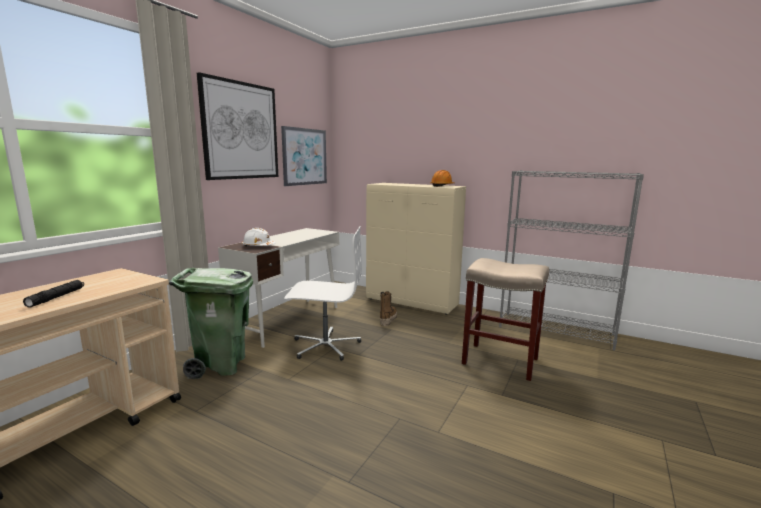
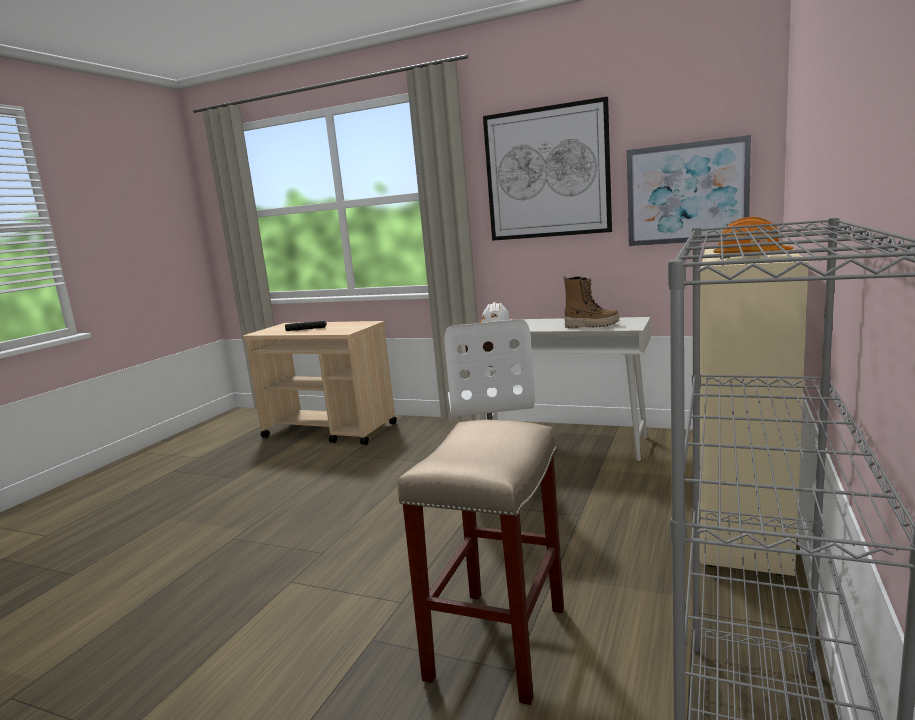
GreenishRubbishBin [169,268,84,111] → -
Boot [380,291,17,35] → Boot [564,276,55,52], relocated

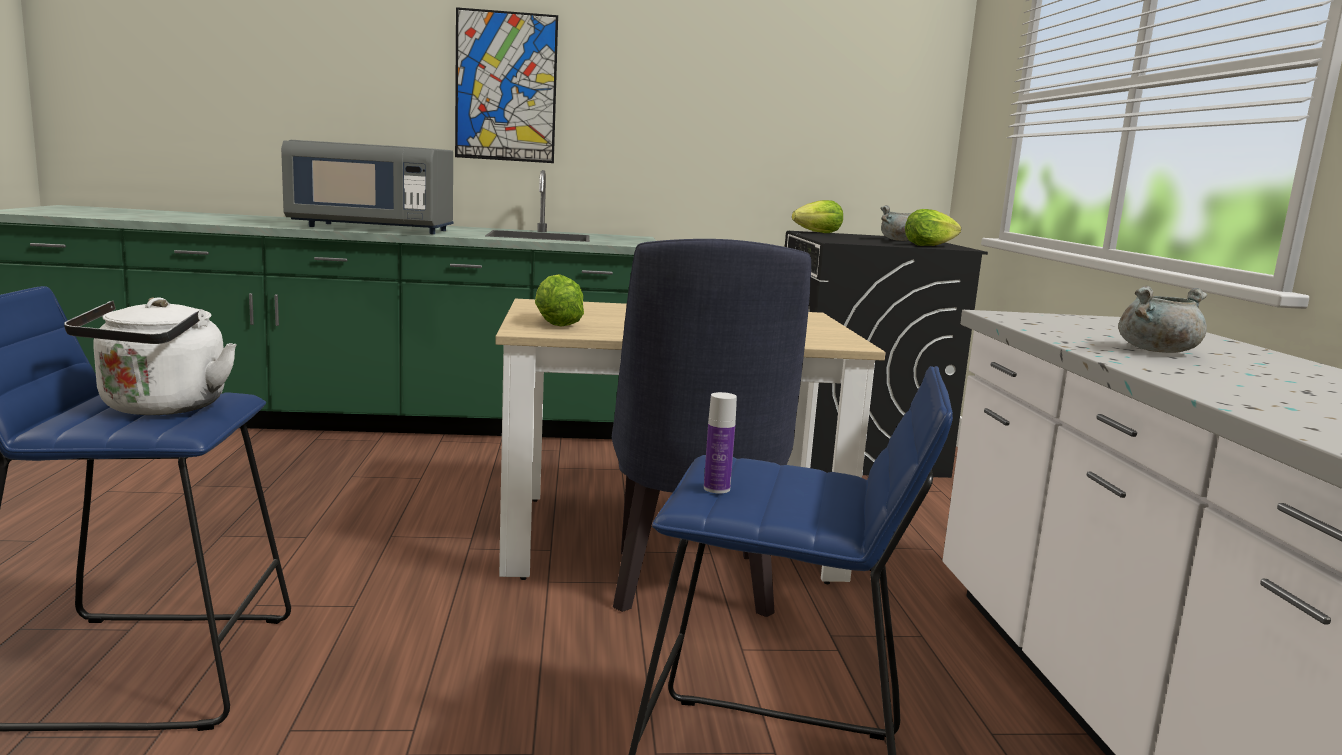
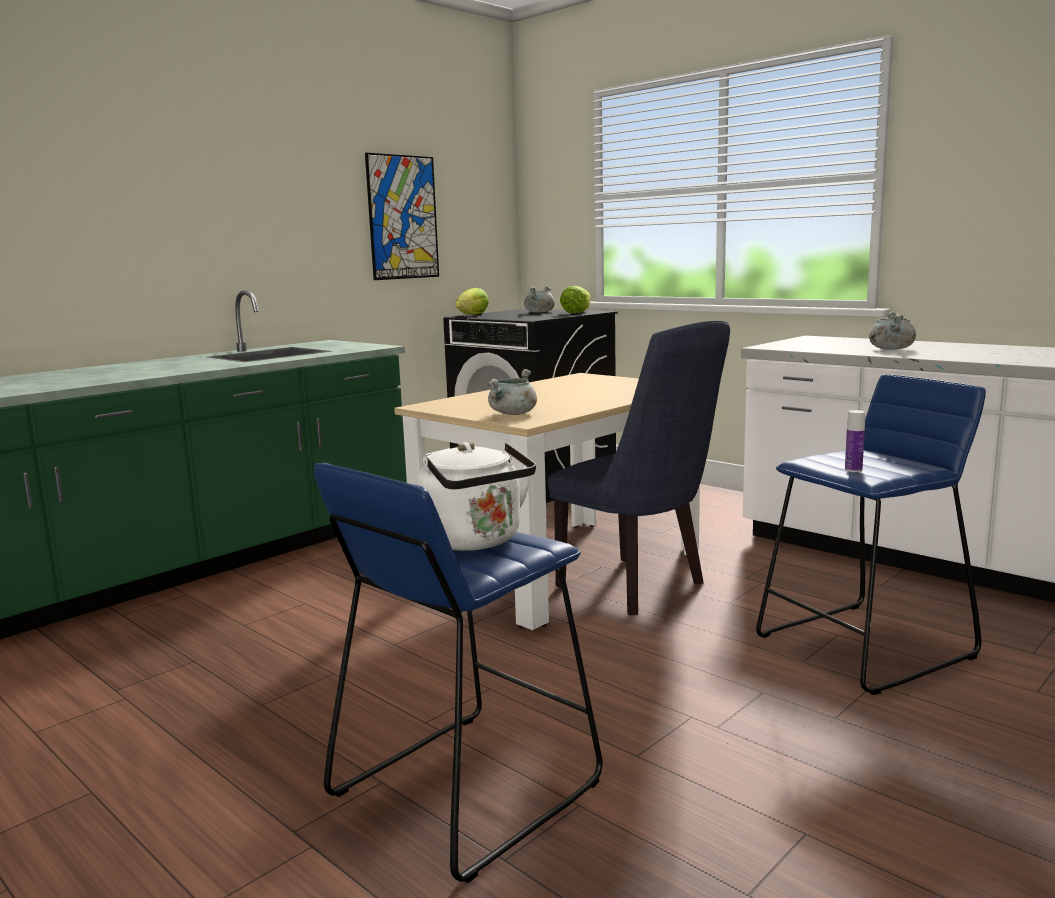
Picture [455,7,103,156] → Picture [365,153,74,127], relocated
GrayKitchenMicrowave [281,140,173,94] → -
Lettuce [535,274,49,53] → GrayStockpot [486,369,51,46]

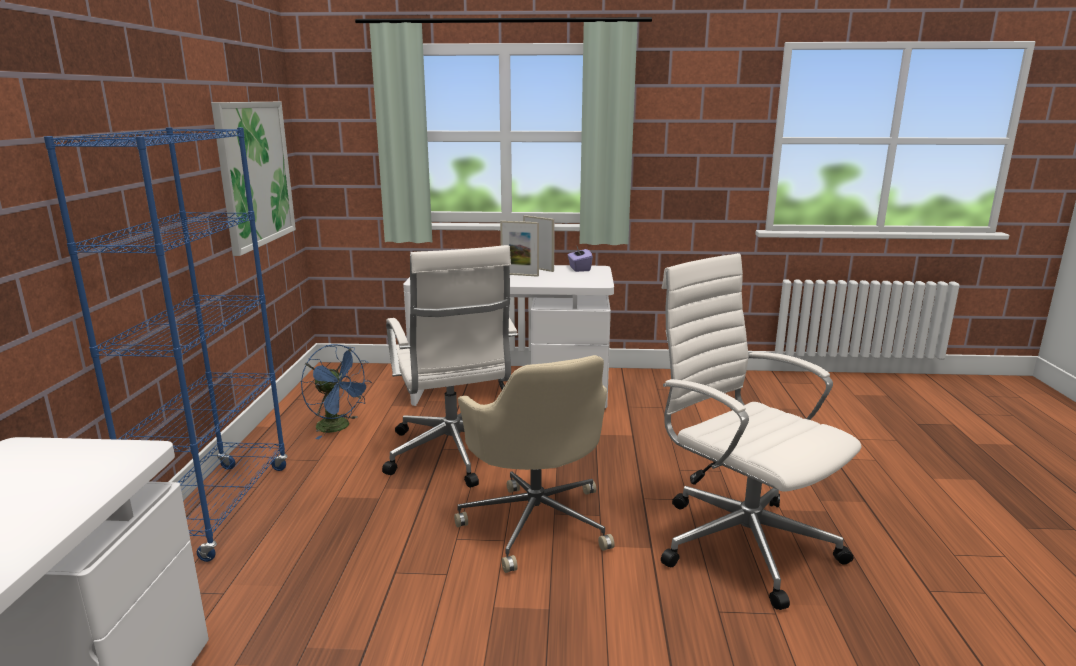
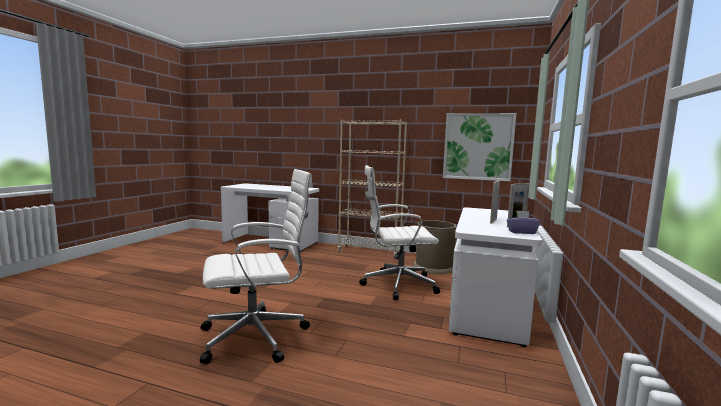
BlueBookcase [44,127,244,435] → BeigeColouredBookcase [338,120,69,139]
BlueElectricFan [301,344,71,95] → BrownishRubbishBin [413,220,43,54]
BeigeColouredComputerChair [454,355,161,218] → -

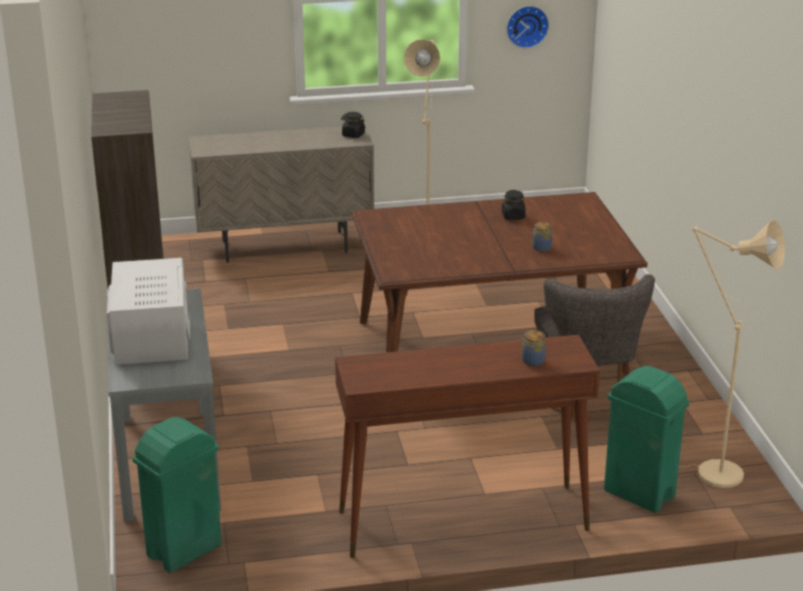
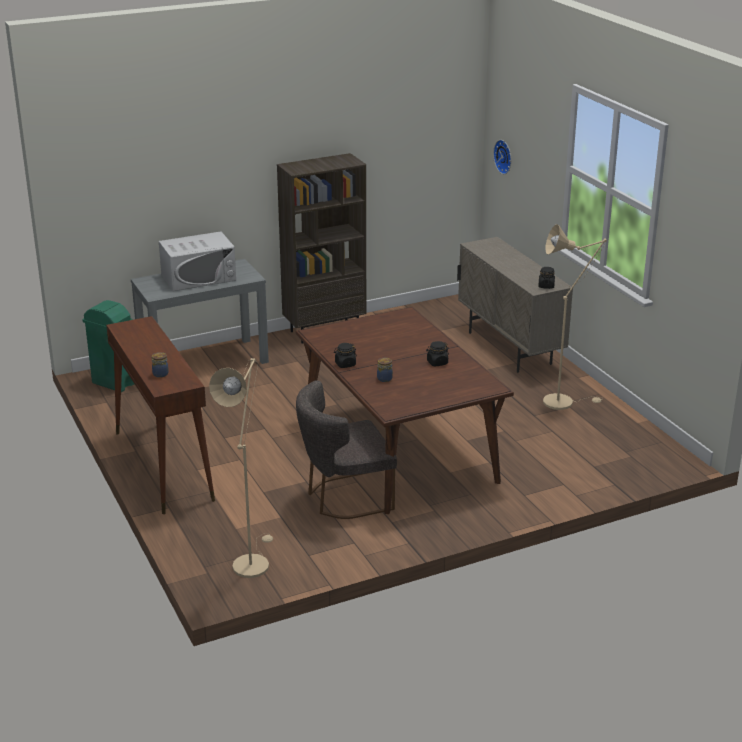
HangingClock [506,6,43,42] → HangingClock [493,140,18,34], relocated
GreenishRubbishBin [604,366,85,147] → -
- → BlackColouredJar [334,343,23,25]

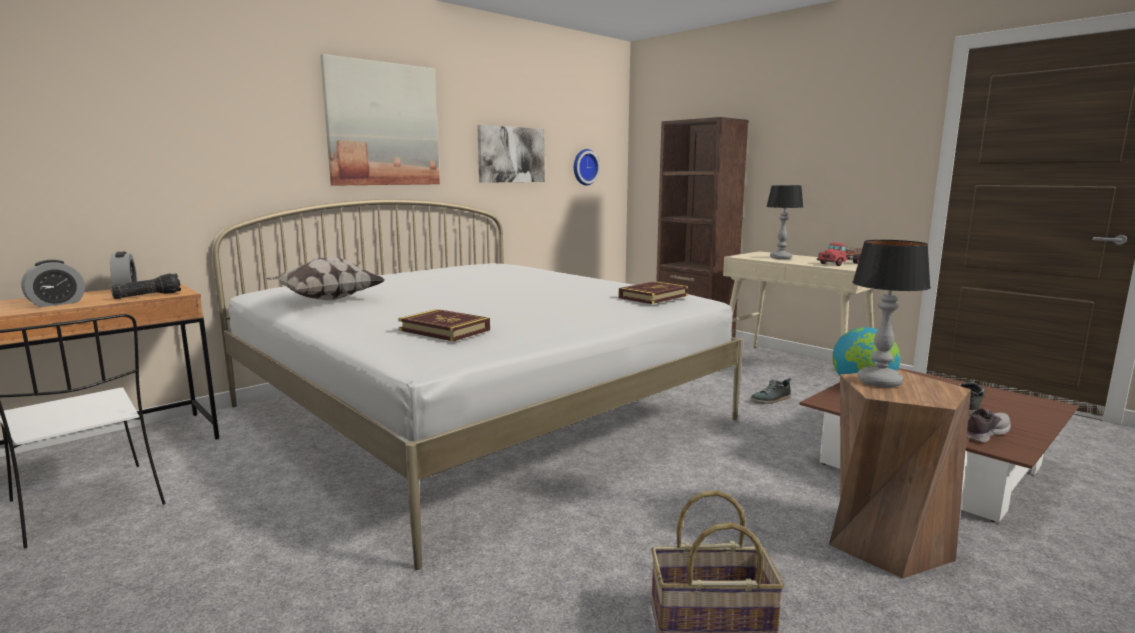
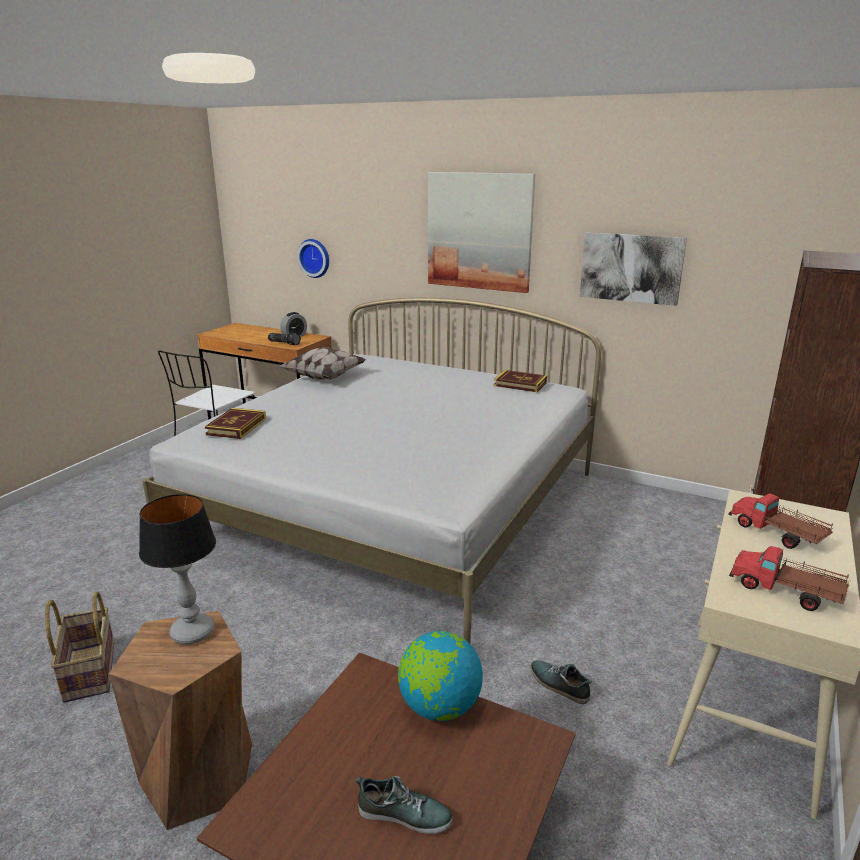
HangingClock [574,149,26,36] → HangingClock [297,239,32,39], relocated
LampForATable [766,185,37,74] → ModelTruck [728,493,105,56]
BedsideClock [21,260,64,47] → -
BoundBook [619,281,69,23] → BoundBook [494,370,53,22], relocated
ItemOfFootwear [967,408,44,35] → -

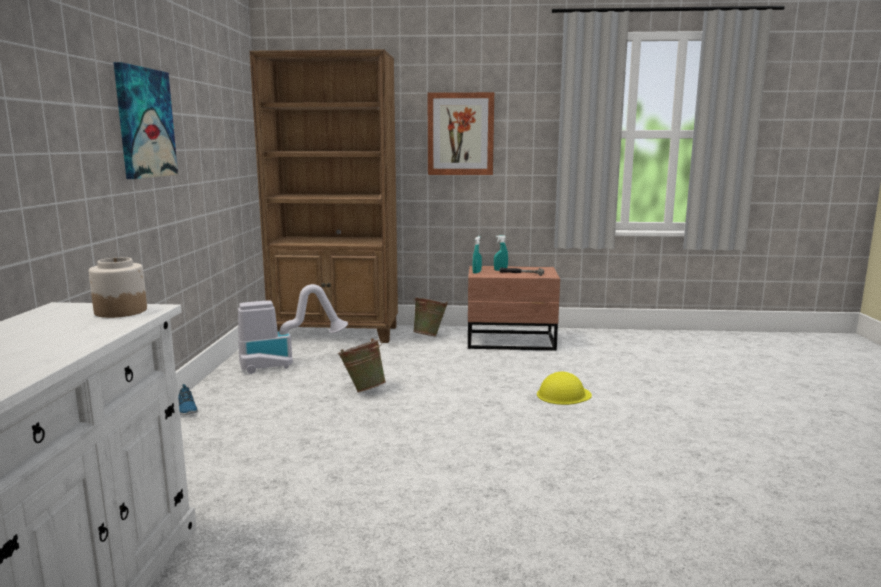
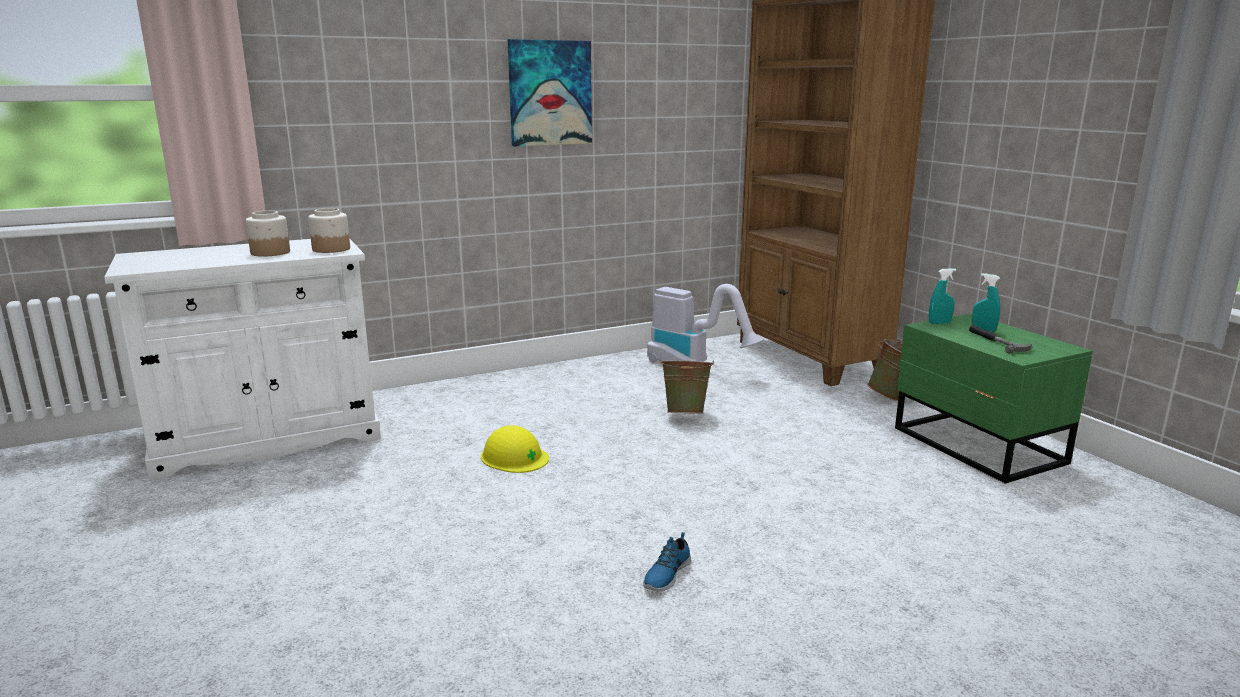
Picture [428,92,66,83] → -
BrownishNightTable [468,266,92,85] → GreenishNightTable [895,314,198,170]
YellowColouredSafetyHelmet [537,372,55,33] → YellowColouredSafetyHelmet [481,425,68,48], relocated
ItemOfFootwear [178,384,20,31] → ItemOfFootwear [643,532,48,59], relocated
- → Jar [246,211,44,46]

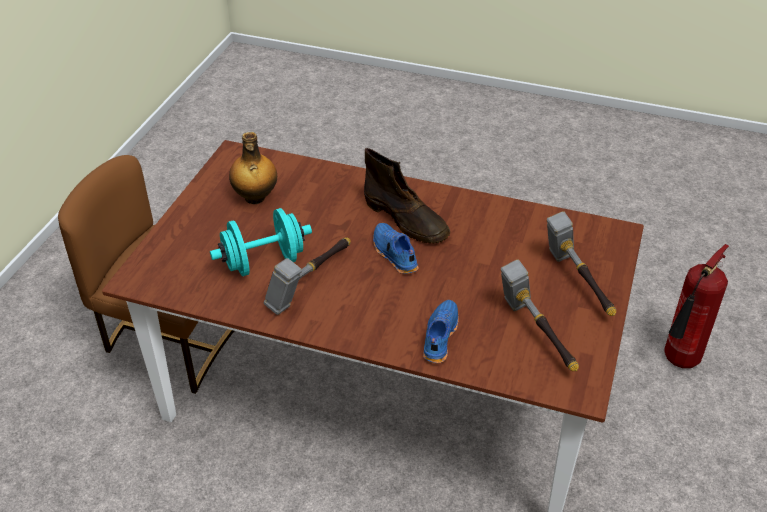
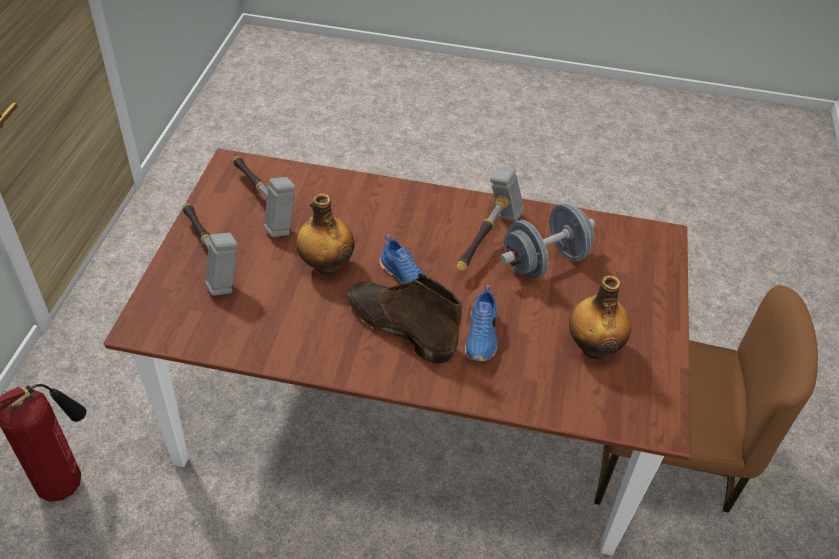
TurquoiseColouredDumbbell [210,208,102,68] → GrayDumbbell [500,203,95,76]
BlueItemOfFootwear [423,300,36,63] → BlueItemOfFootwear [465,285,33,76], relocated
- → BeverageBottle [296,194,58,81]

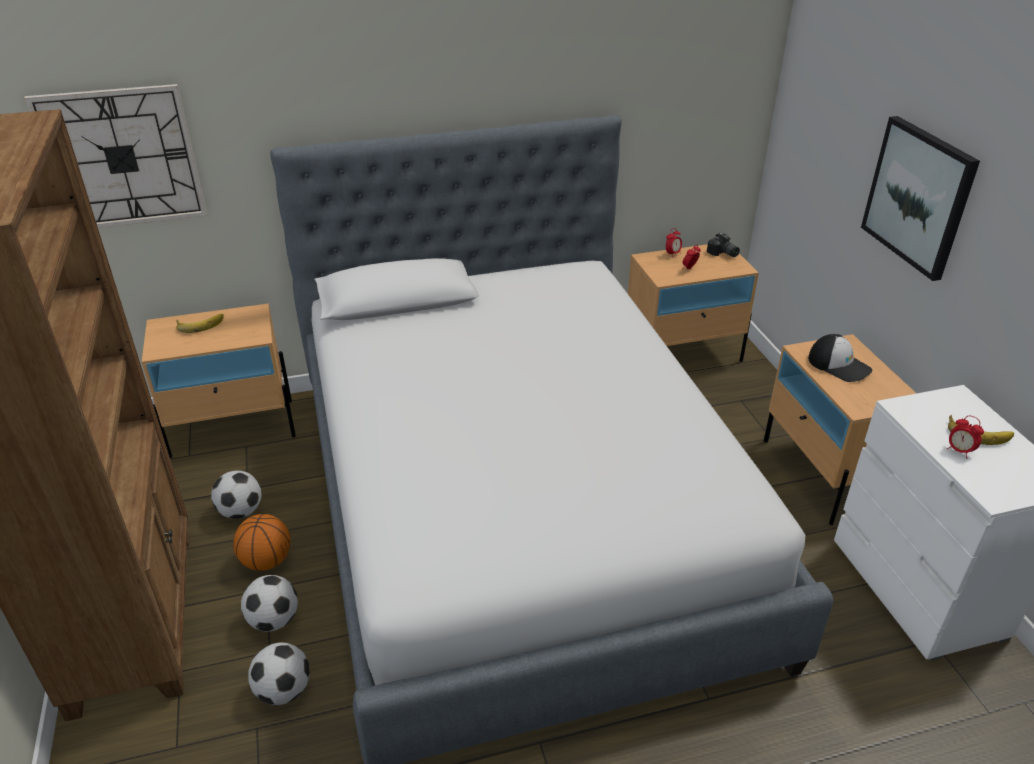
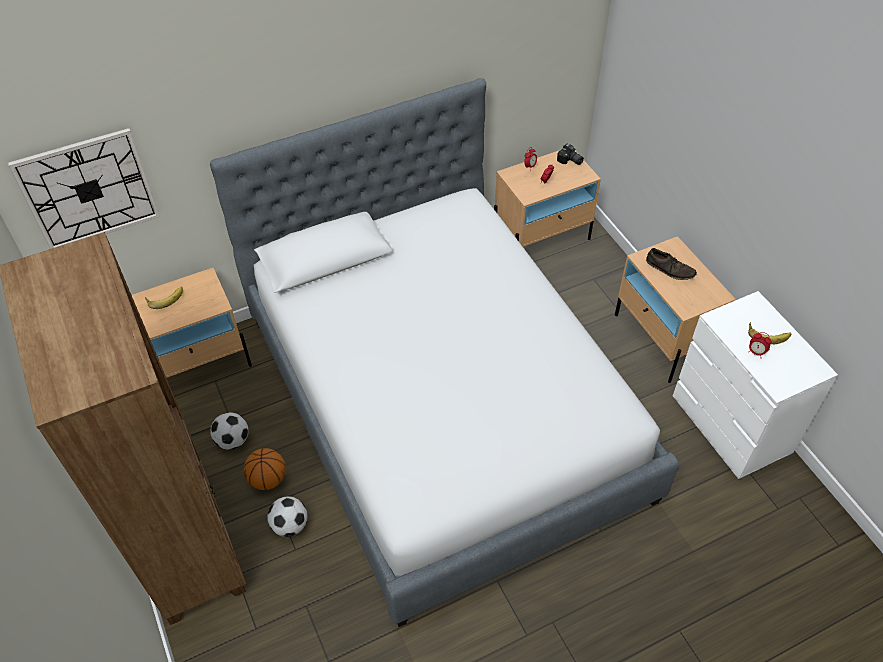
Picture [861,116,119,165] → -
Cap [808,334,64,48] → BrownishItemOfFootwear [646,248,51,32]
BallForFootball [248,642,62,63] → -

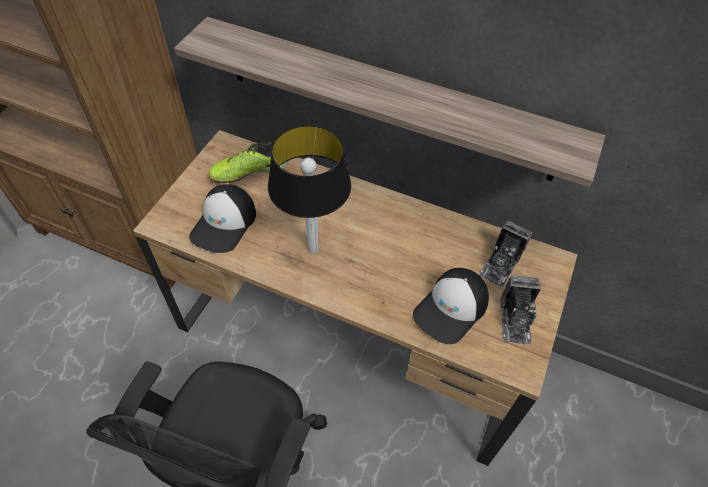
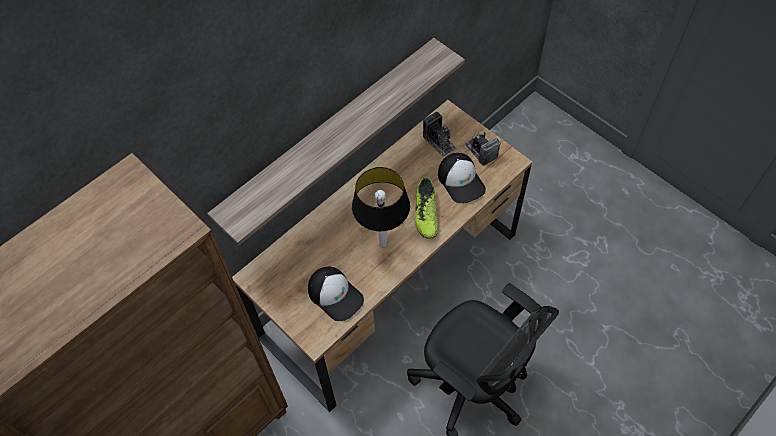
ItemOfFootwear [208,142,80,41] → ItemOfFootwear [415,178,24,60], relocated
PhotoCamera [500,275,41,70] → PhotoCamera [465,129,35,37], 150 degrees counterclockwise

